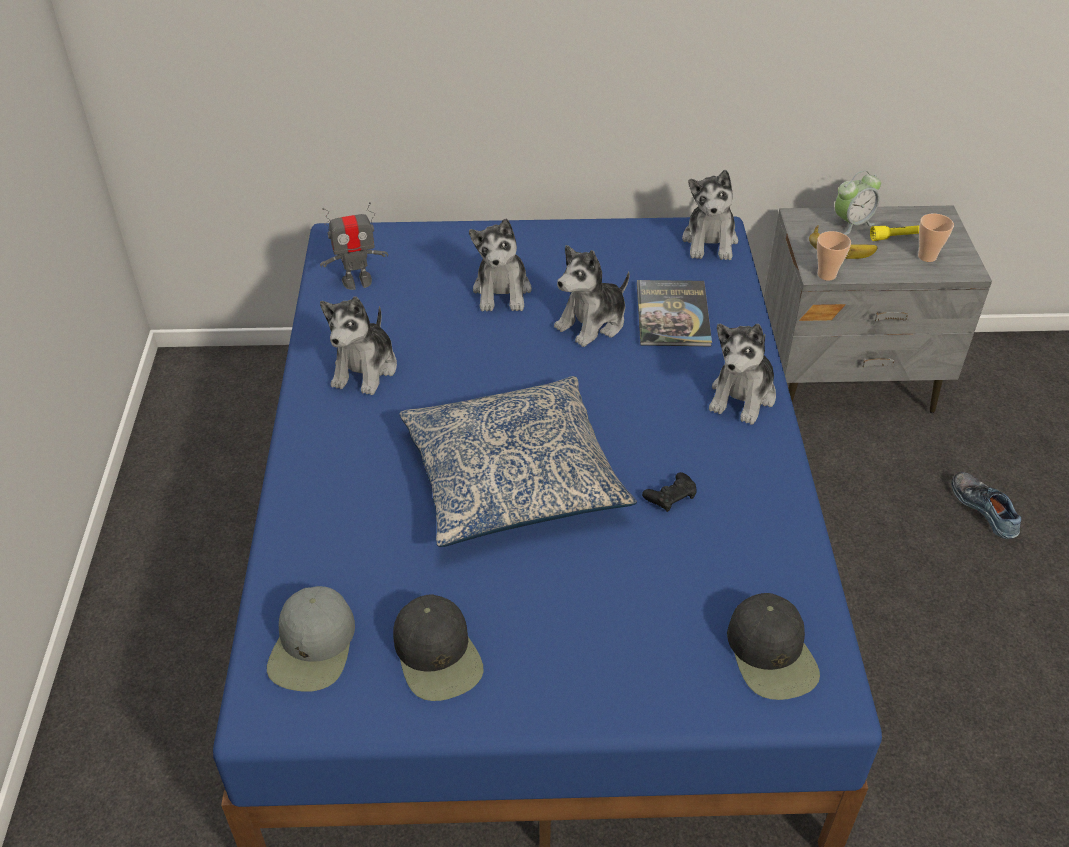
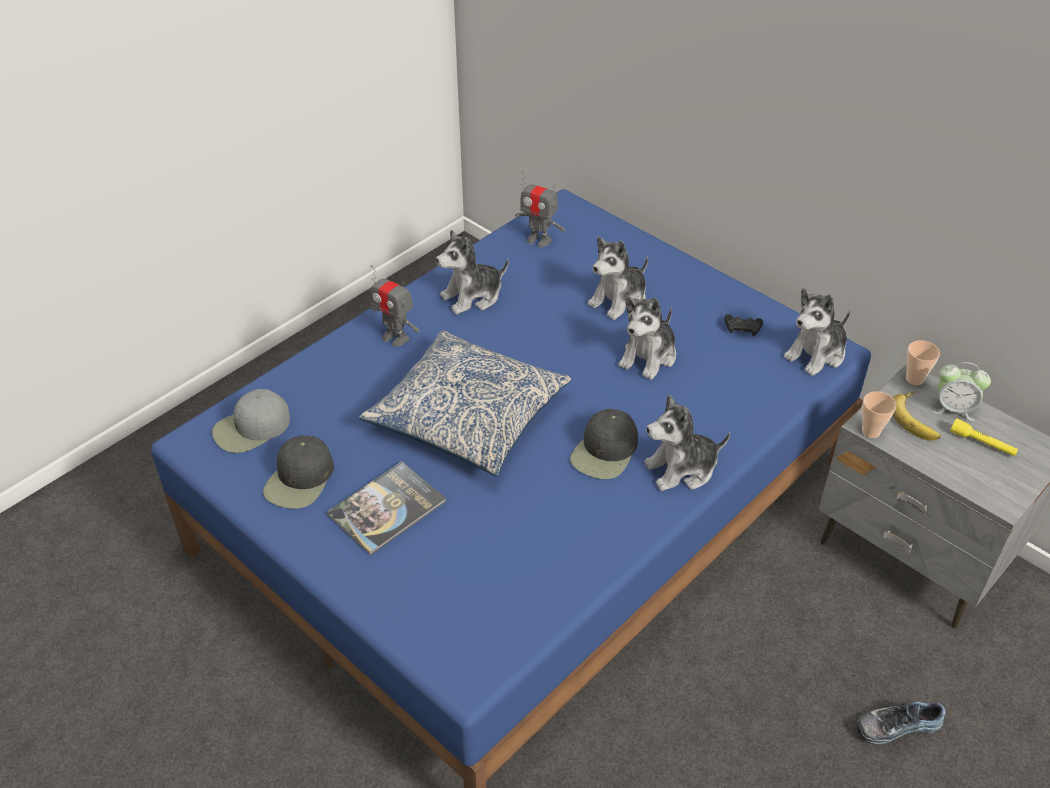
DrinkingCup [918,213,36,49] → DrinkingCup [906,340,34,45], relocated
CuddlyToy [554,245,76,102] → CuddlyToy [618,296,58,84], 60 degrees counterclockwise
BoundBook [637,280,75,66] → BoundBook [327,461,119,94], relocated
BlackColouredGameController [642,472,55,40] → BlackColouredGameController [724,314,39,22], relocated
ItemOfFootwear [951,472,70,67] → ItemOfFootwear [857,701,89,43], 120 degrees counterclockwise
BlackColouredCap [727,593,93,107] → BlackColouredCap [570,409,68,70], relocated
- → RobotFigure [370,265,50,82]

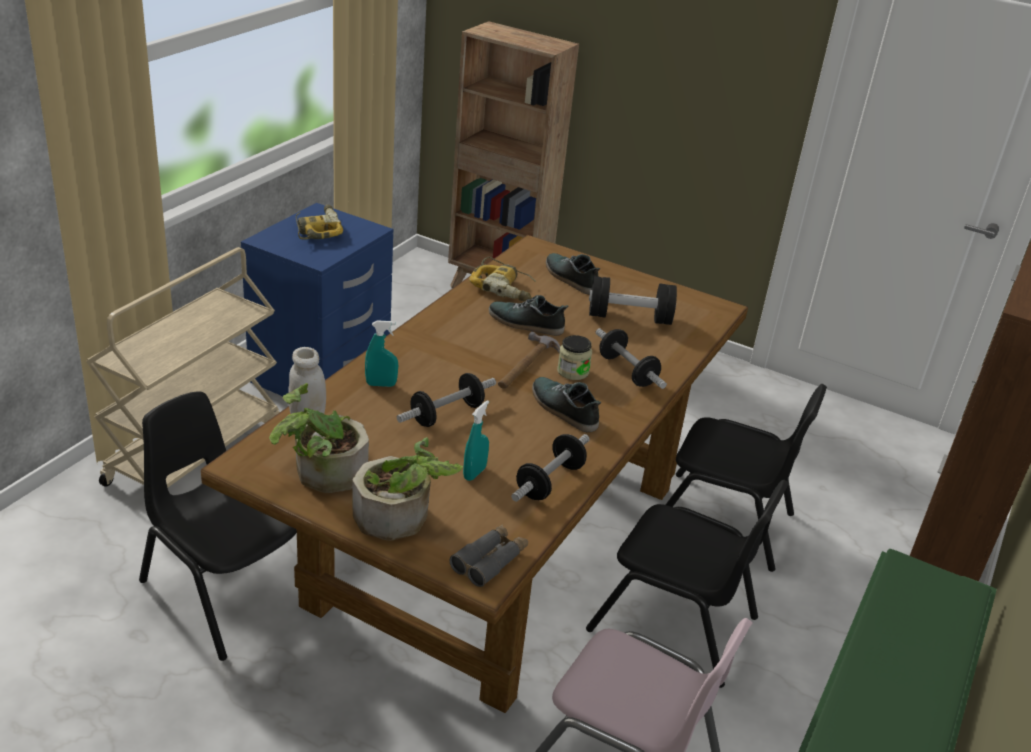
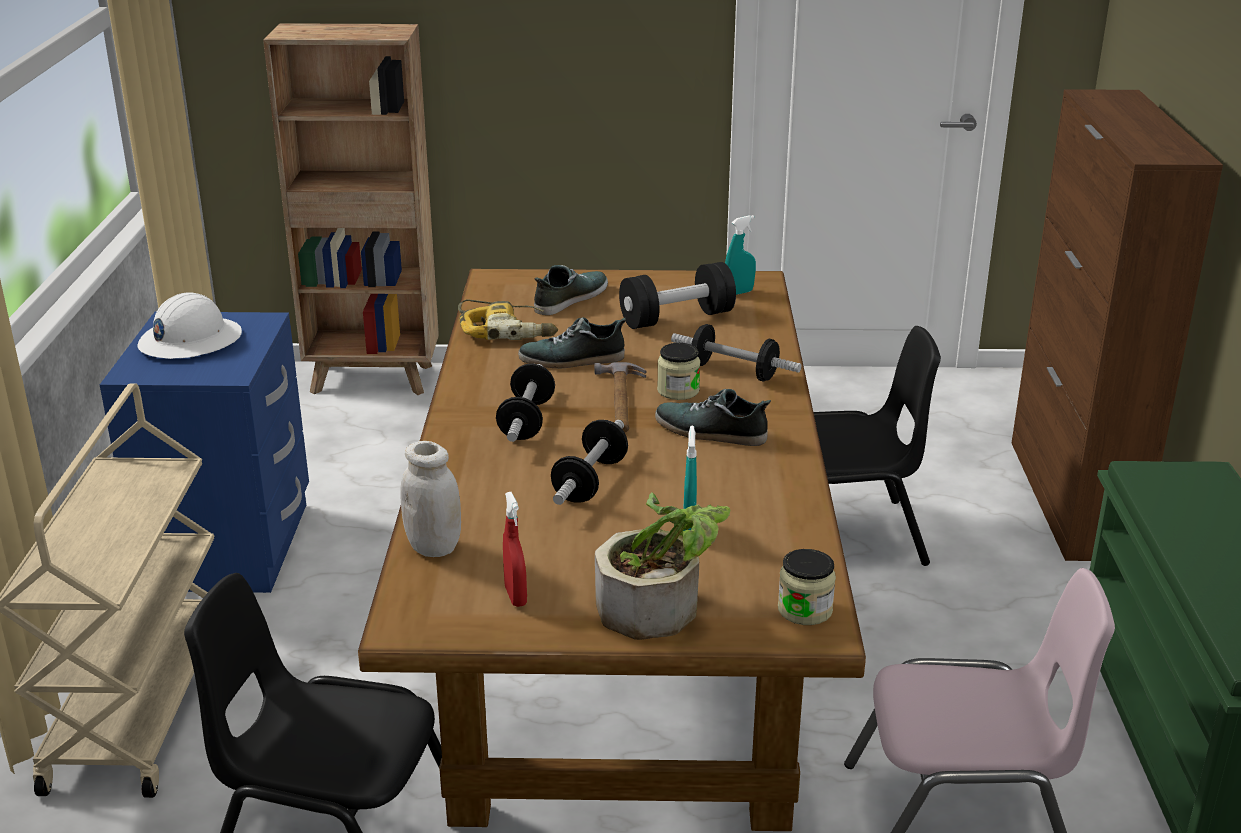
ElectricDrill [296,205,47,35] → WhiteSafetyHelmet [137,292,105,67]
ItemOfFootwear [546,253,54,41] → ItemOfFootwear [534,265,74,50], 105 degrees clockwise
TurquoiseColouredHandSprayer [365,320,33,67] → TurquoiseColouredHandSprayer [725,215,31,80], relocated
PlantInAPot [269,383,100,110] → ReddishHandSprayer [503,492,24,115]
Dumbbell [511,434,79,68] → Dumbbell [496,364,59,78], relocated
BlackColouredChair [586,480,203,208] → -
GrayPairOfBinoculars [450,524,78,63] → Jar [778,549,58,76]

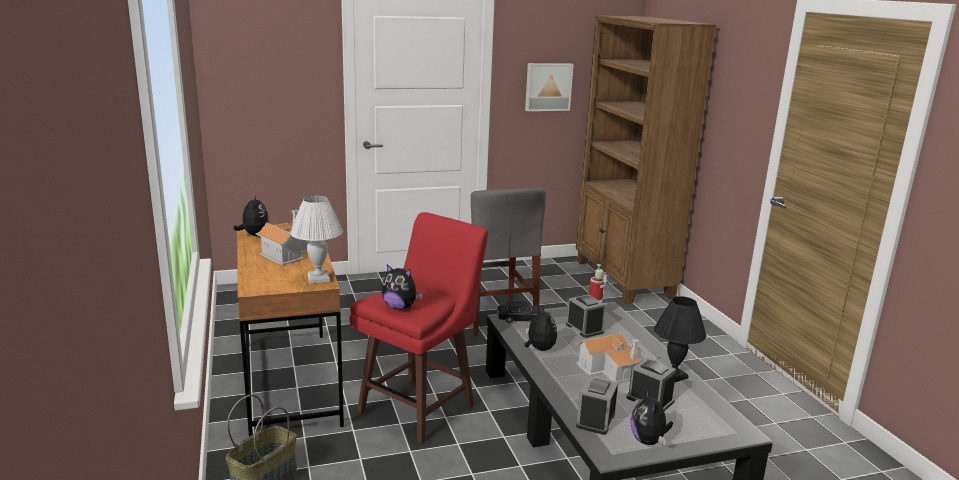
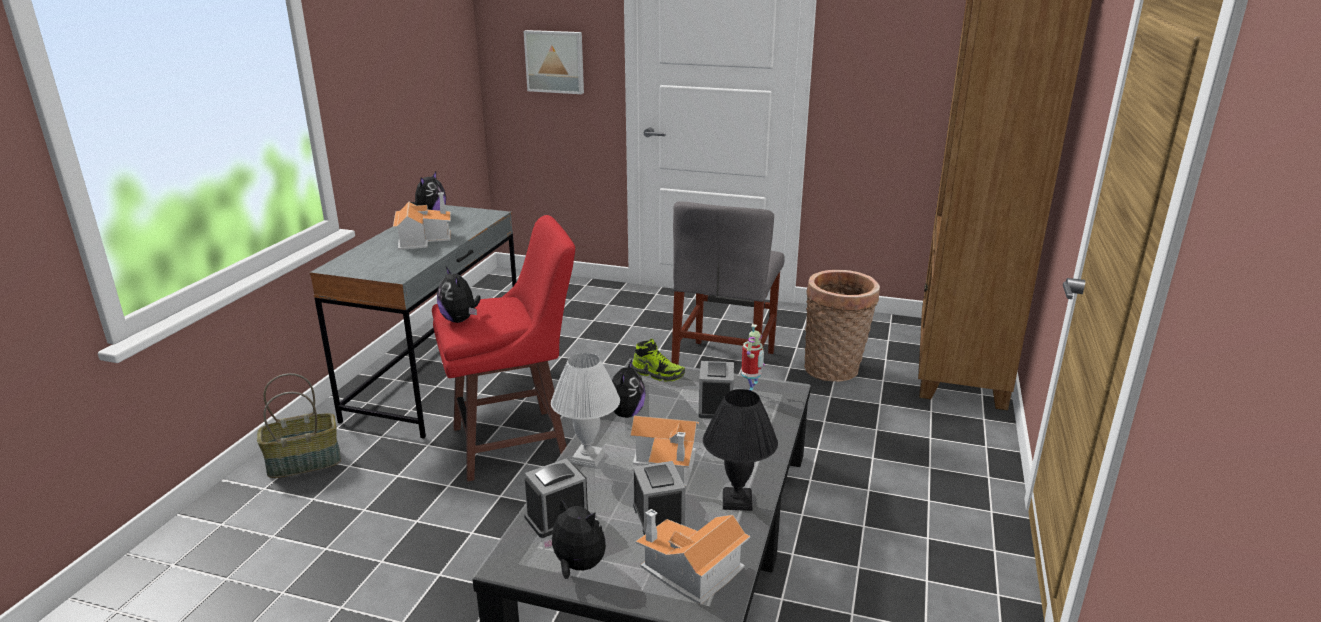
Picture [525,63,49,48] → Picture [523,30,61,64], relocated
WhiteLampForATable [290,196,53,87] → WhiteLampForATable [551,353,69,115], relocated
BrownishDeskTable [237,223,107,214] → GrayDeskTable [309,205,208,234]
BlackColouredMiniatureCar [497,301,48,22] → ItemOfFootwear [632,339,53,42]
CuddlyToy [631,388,42,57] → CuddlyToy [542,498,64,81], 90 degrees clockwise
- → Basket [804,270,76,112]
- → ModelHouse [636,509,114,96]

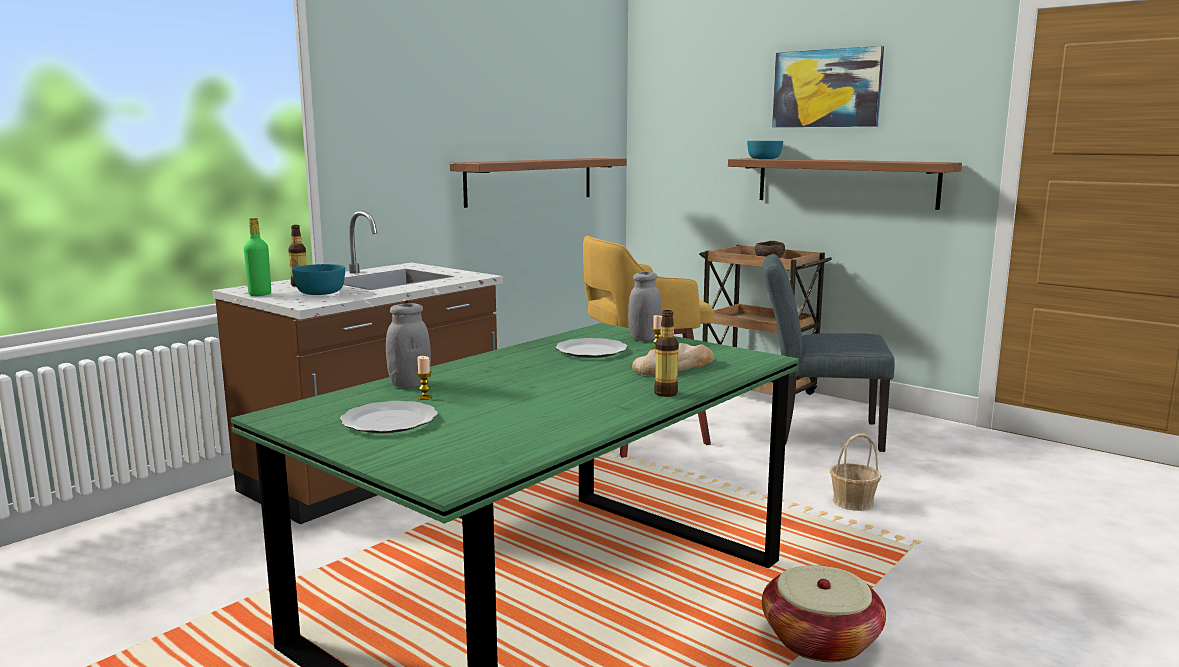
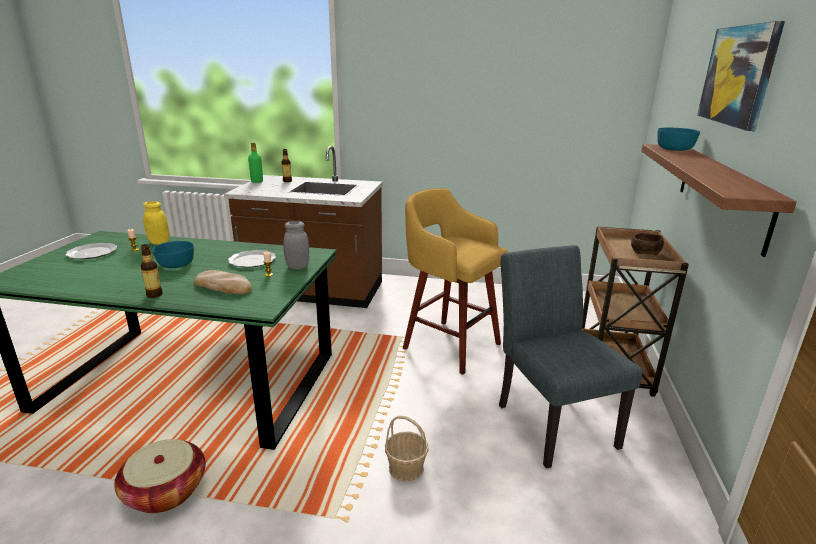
Shelf [450,158,177,50] → -
TurquoiseColouredDeepDish [292,264,53,31] → TurquoiseColouredDeepDish [153,241,41,27], relocated
GrayJar [386,303,45,85] → YellowColouredJar [143,201,26,44]

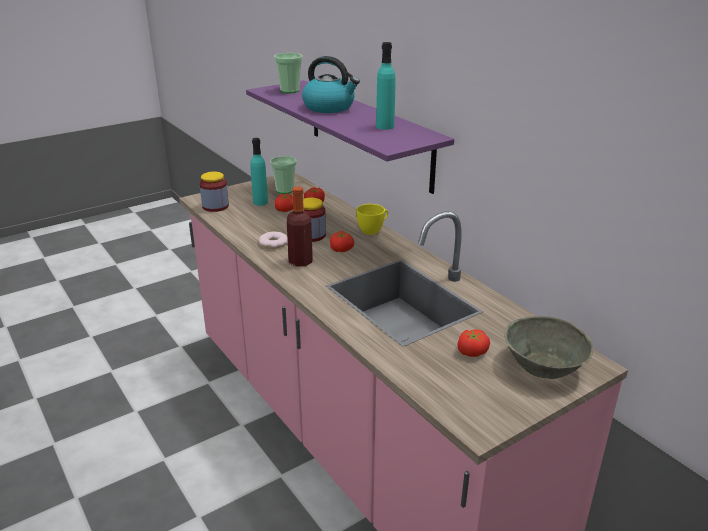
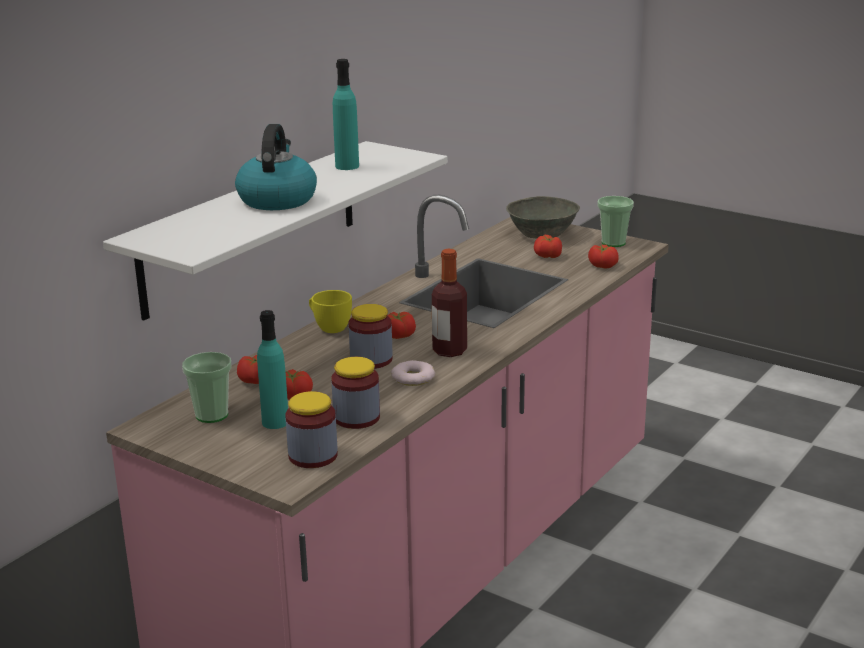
DrinkingCup [274,53,29,40] → DrinkingCup [597,196,37,51], relocated
PurplishShelf [246,80,208,114] → WhiteShelf [103,141,345,180]
- → Tomato [588,245,31,24]
- → Jar [331,357,49,72]

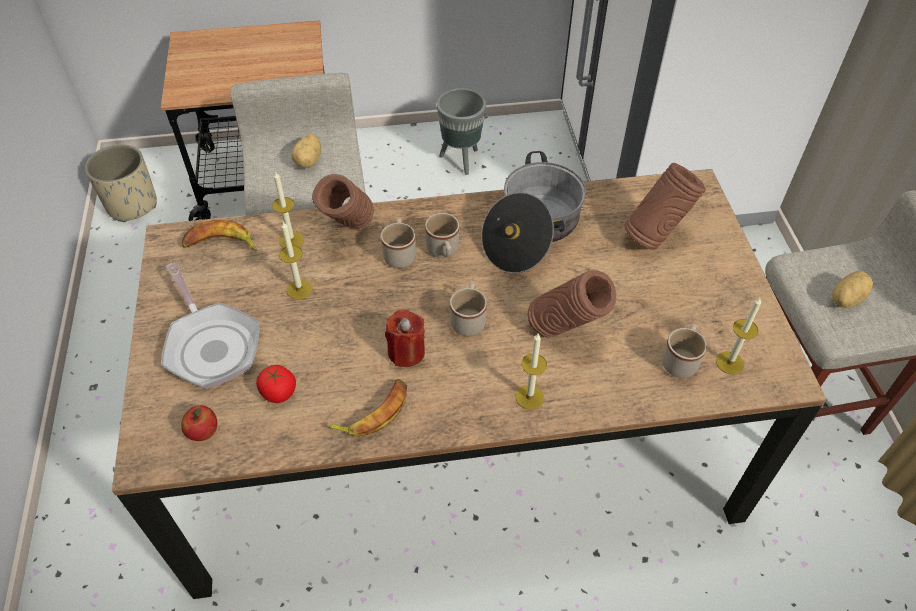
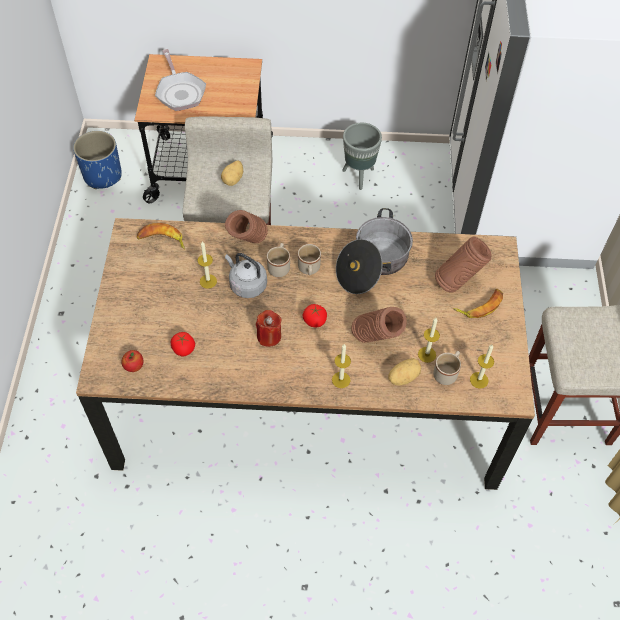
BeigeColouredPlantPot [85,144,72,78] → BluePlantPot [73,131,49,58]
WaxLight [272,171,32,77] → WaxLight [418,318,22,45], relocated
Pan [161,262,98,127] → Pan [155,49,51,62], relocated
Spud [832,271,41,37] → Spud [388,358,33,28], relocated
BeigeColouredCoffeeMug [450,283,37,53] → Tomato [303,304,24,23]
Banana [326,379,81,58] → Banana [453,289,50,29], relocated
- → GrayKettle [225,253,42,45]

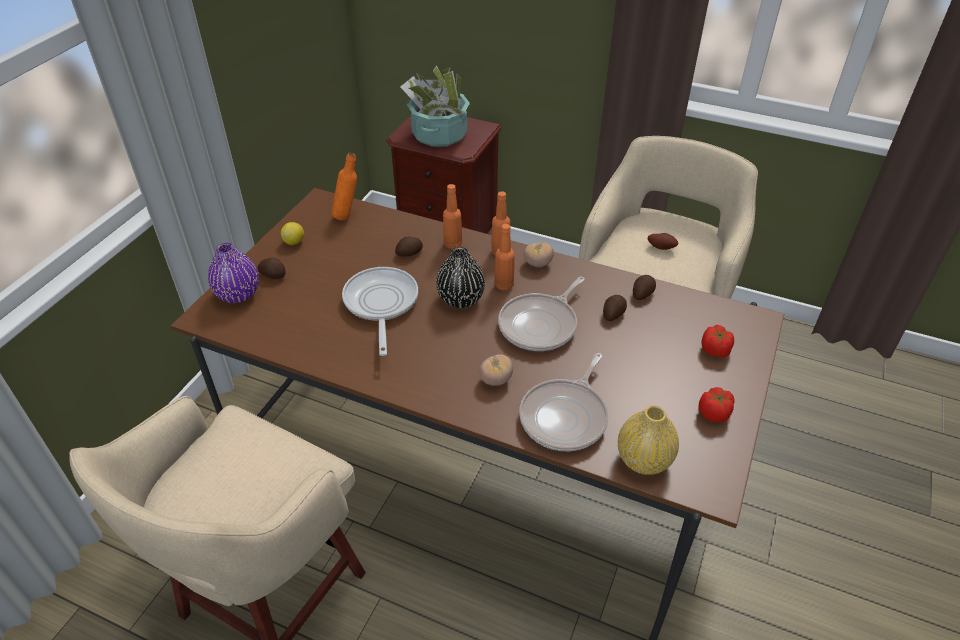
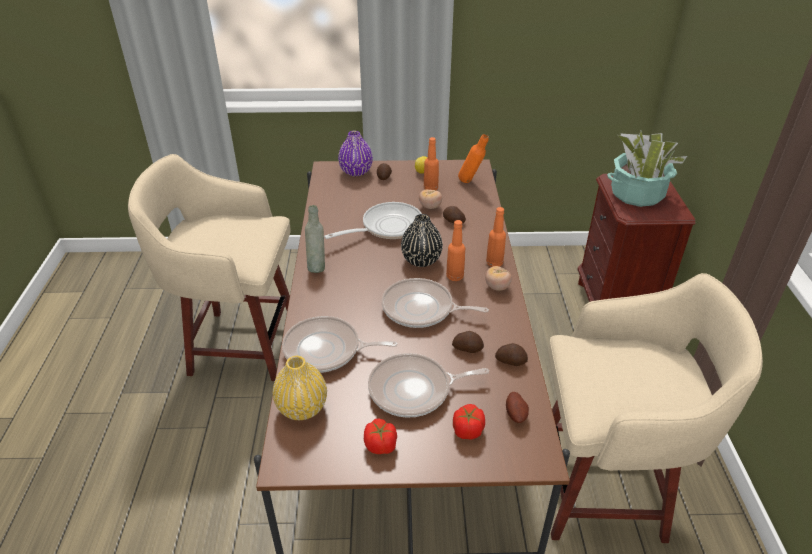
OrangeyBeverageBottle [443,184,19,65] → OrangeyBeverageBottle [424,137,15,53], relocated
Spud [648,233,30,17] → Spud [506,392,23,31], relocated
Tomato [479,354,34,32] → Tomato [419,189,23,20], relocated
- → GrayBeverageBottle [305,205,20,68]
- → Pan [368,353,121,65]

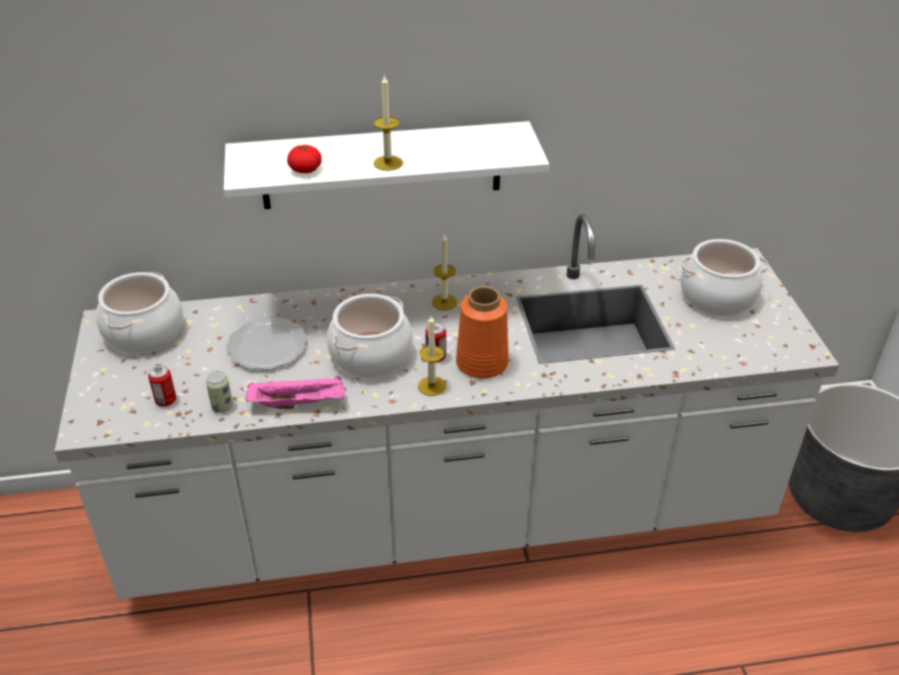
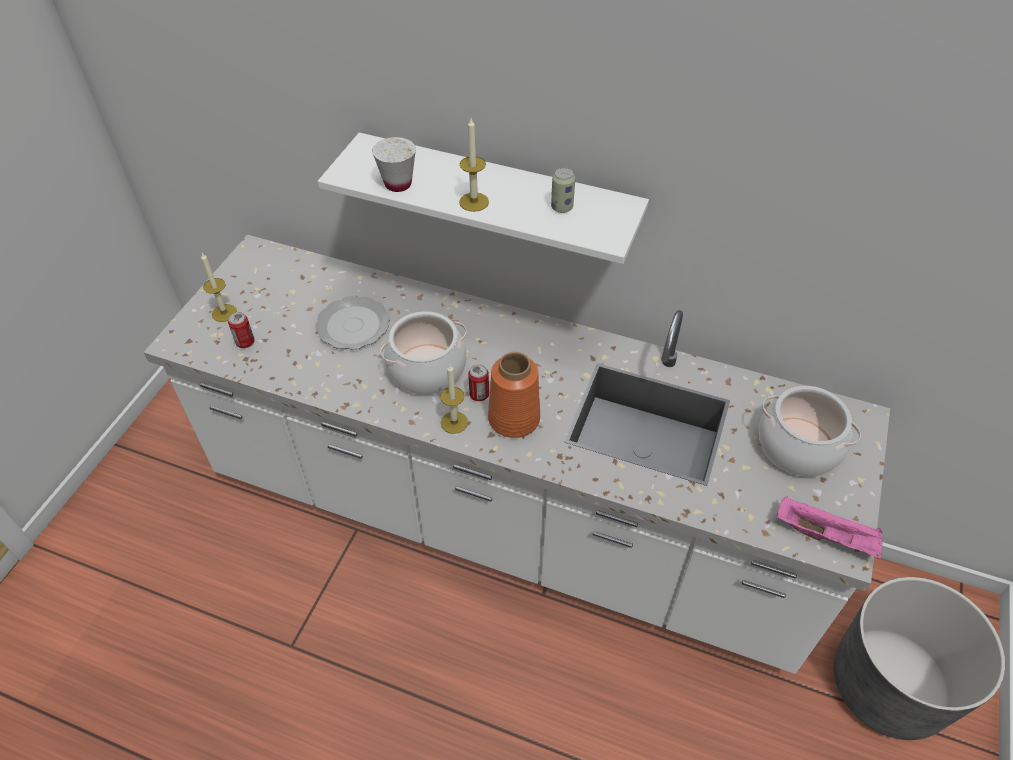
Tomato [287,145,35,28] → WhiteDrinkingCup [372,137,44,55]
WaxLight [432,233,25,78] → WaxLight [201,253,36,69], relocated
Stockpot [96,272,87,82] → -
MetalCan [206,371,27,42] → MetalCan [551,168,24,45], relocated
PinkColouredCarryingTray [246,375,99,34] → PinkColouredCarryingTray [776,496,107,63], relocated

